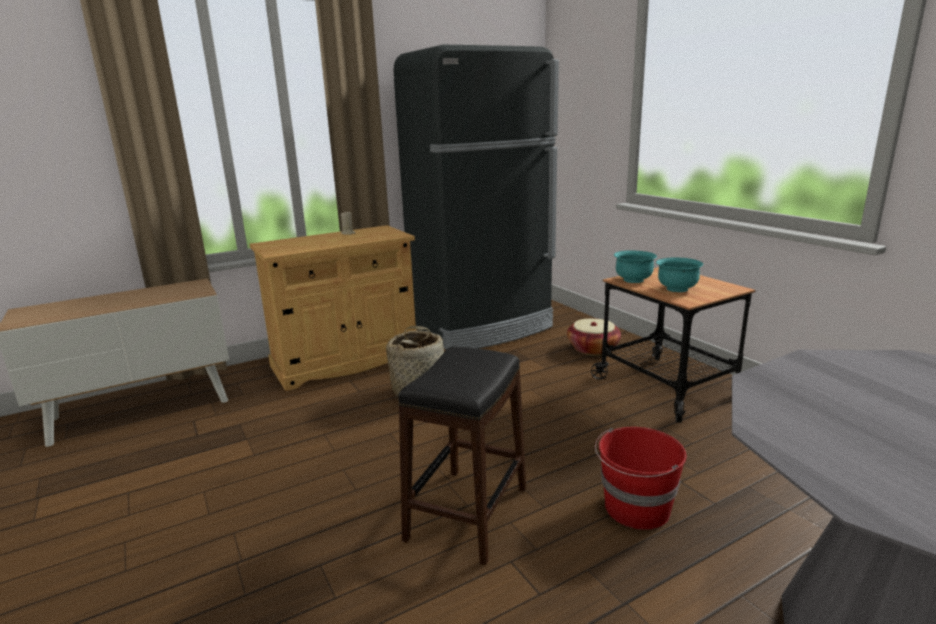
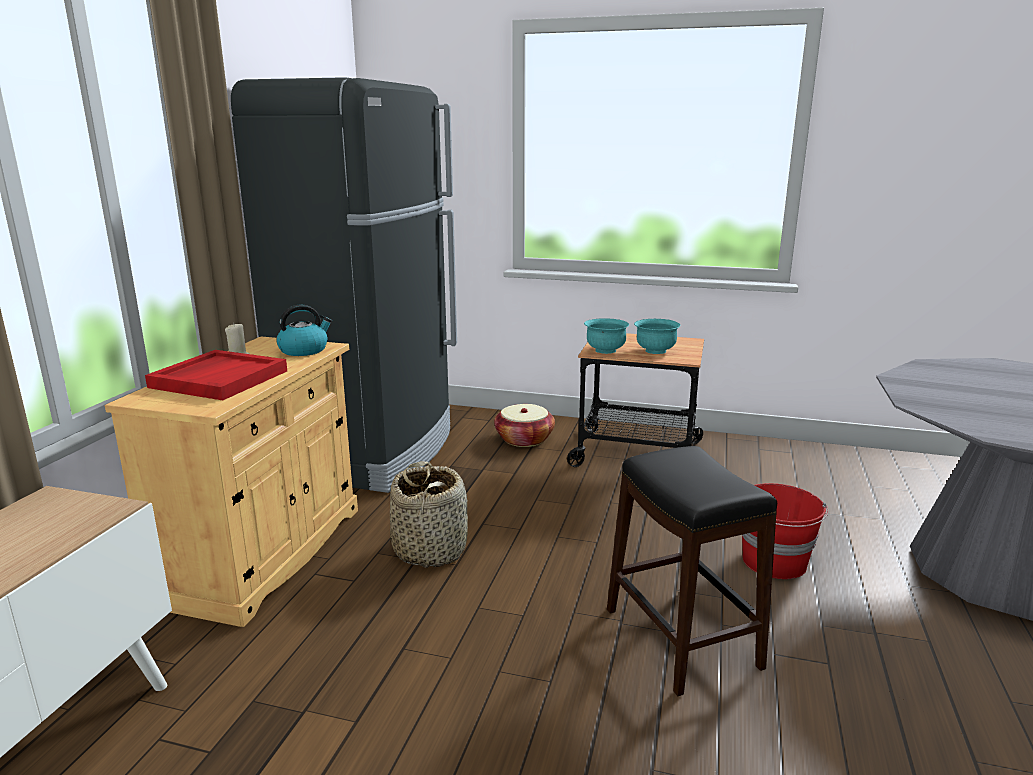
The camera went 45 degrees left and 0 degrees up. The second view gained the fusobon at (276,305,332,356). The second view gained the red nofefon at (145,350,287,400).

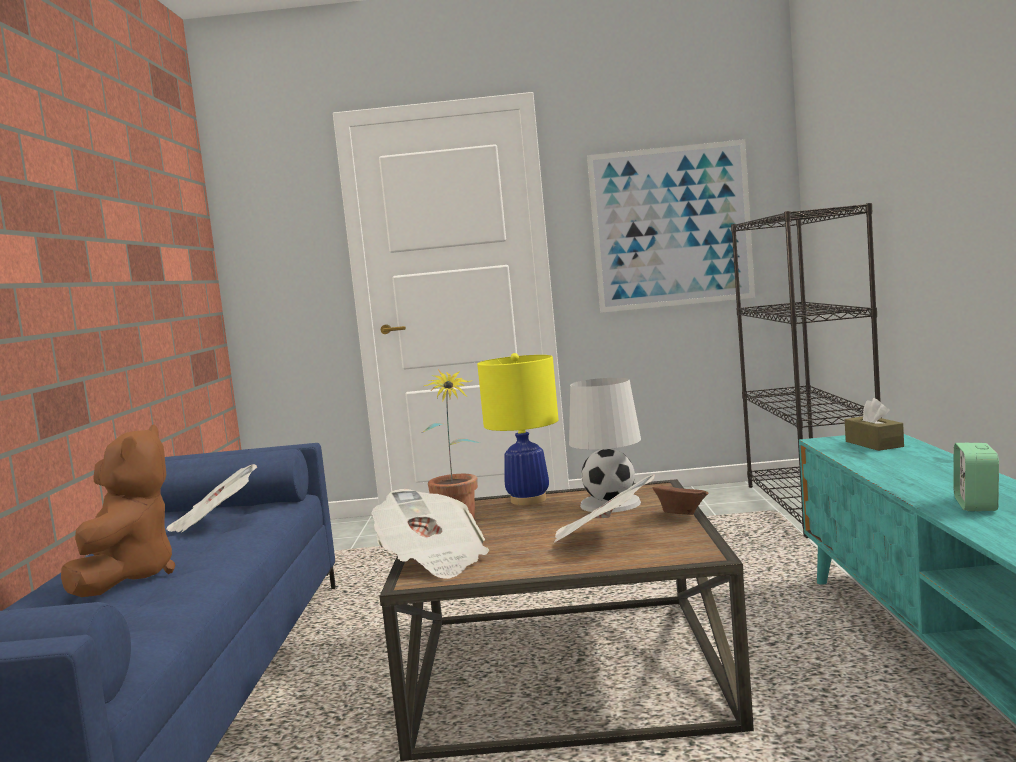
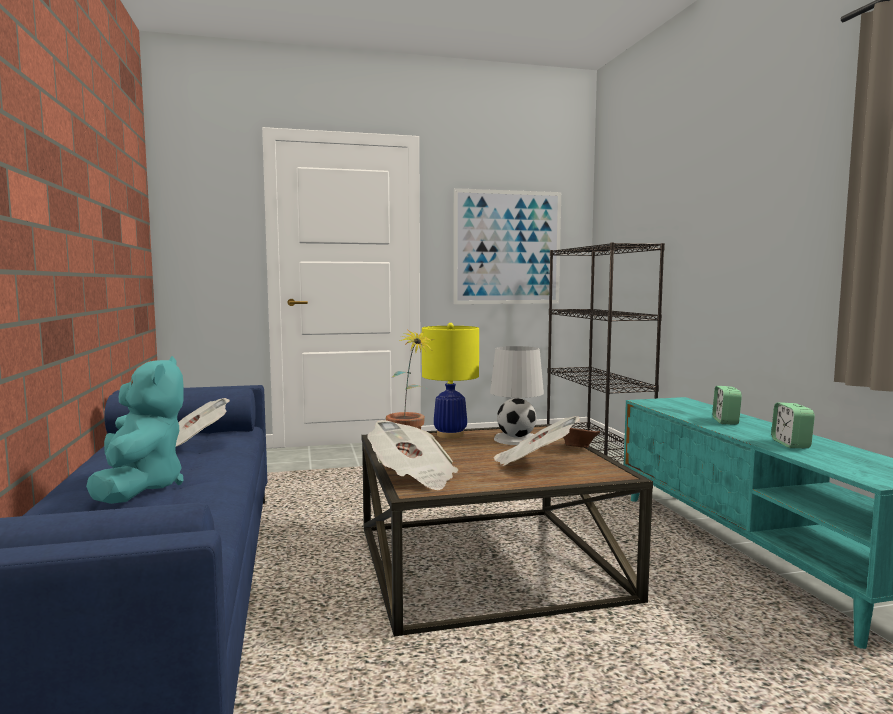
The camera went 15 degrees left and 0 degrees up. The second view lost the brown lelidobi at (845,398,904,451). What was the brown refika at (61,425,175,597) turned into the turquoise refika at (86,356,184,504). The second view gained the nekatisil at (712,386,742,425).

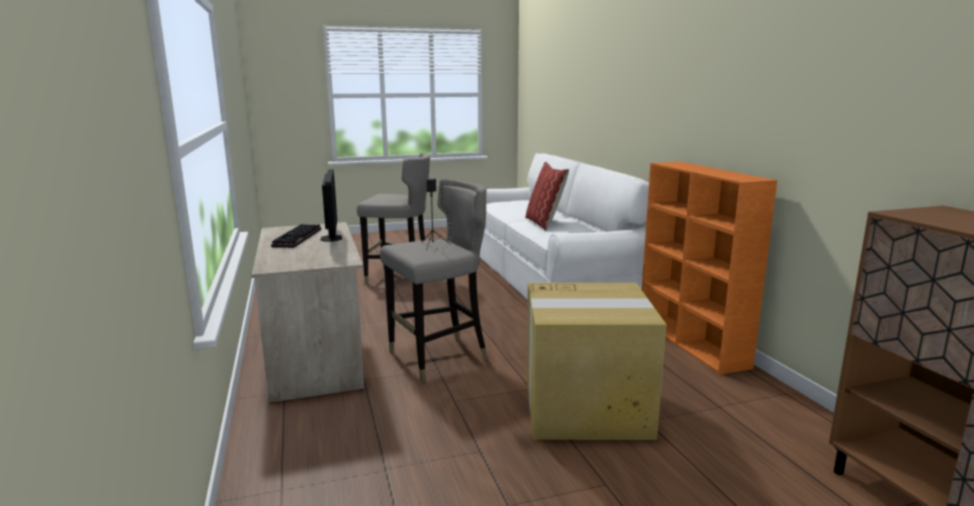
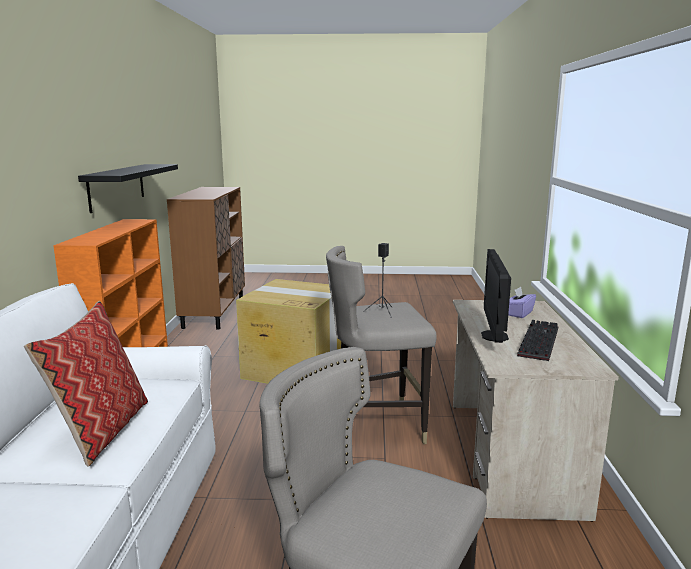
The camera went 160 degrees left and 0 degrees up. The second view gained the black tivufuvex at (78,164,178,213). The second view gained the purple lelidobi at (508,287,536,318).

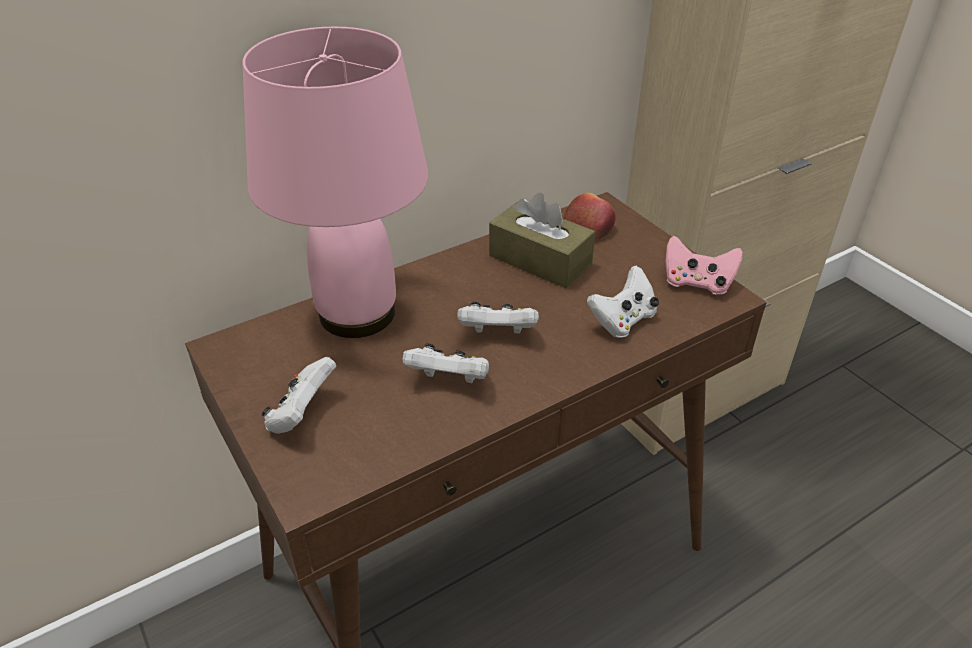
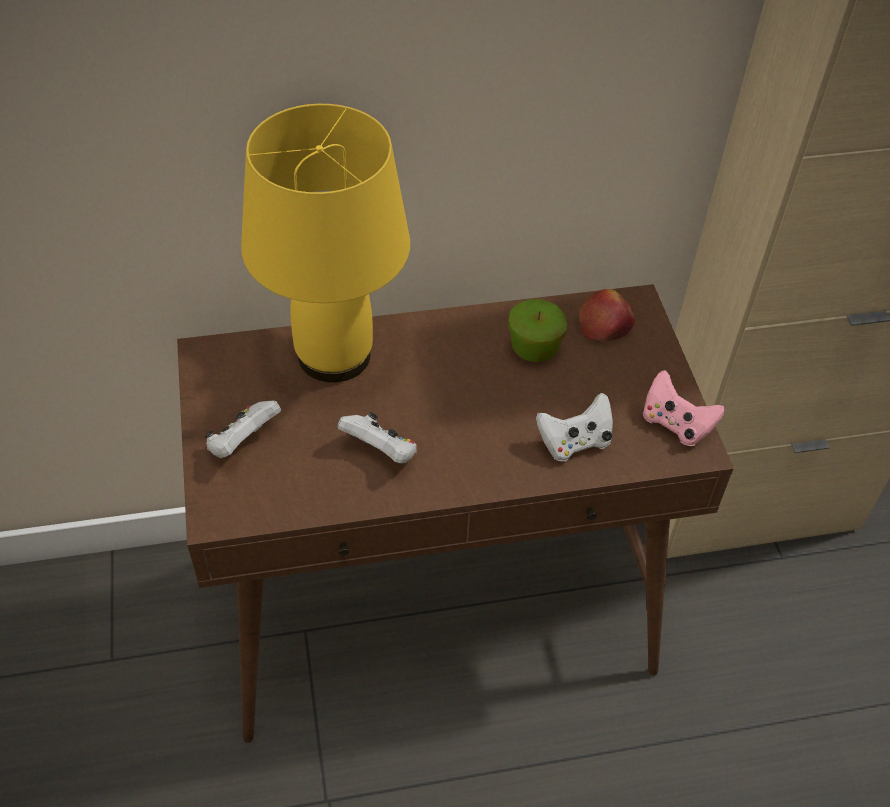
The camera went 20 degrees right and 10 degrees up. What was the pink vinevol at (243,27,428,338) turned into the yellow vinevol at (241,104,410,382). Where the brown lelidobi stood at (489,193,595,288), the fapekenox came to stand at (508,299,567,362). The second view lost the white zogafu at (457,302,539,334).

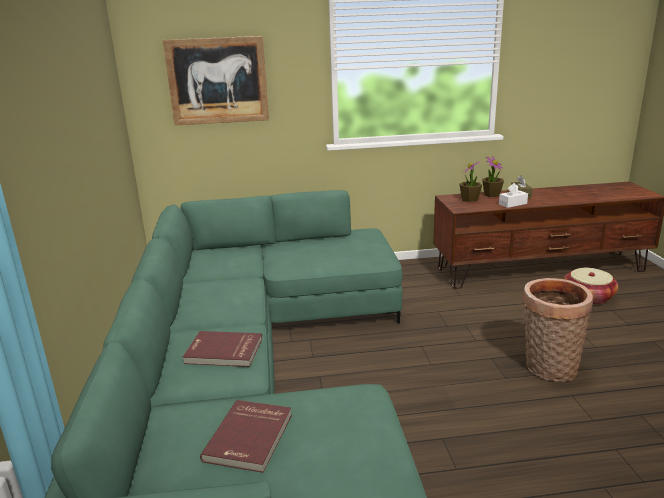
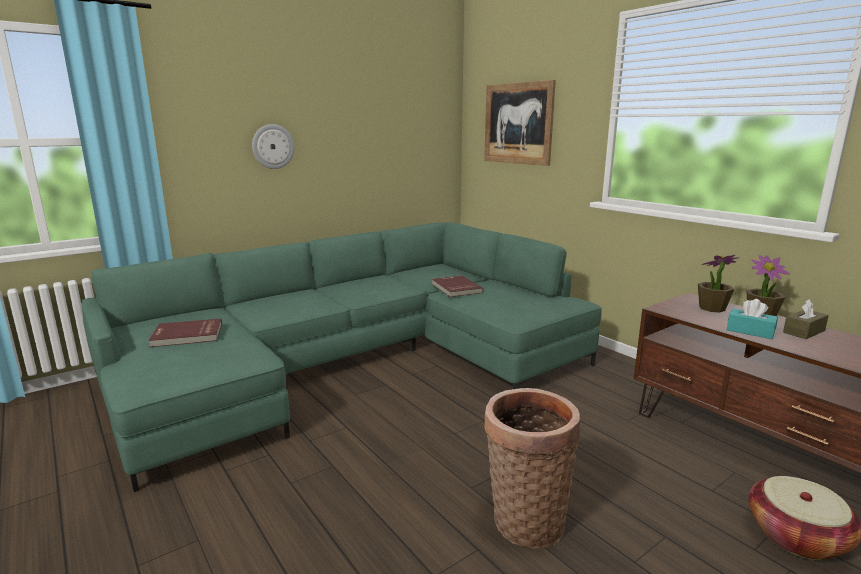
The camera went 60 degrees right and 5 degrees down. What was the white lelidobi at (499,183,528,208) turned into the turquoise lelidobi at (727,299,778,339). The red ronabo ended up elsewhere, having gone from (183,331,262,367) to (432,275,483,297). The second view gained the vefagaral at (252,124,295,169).

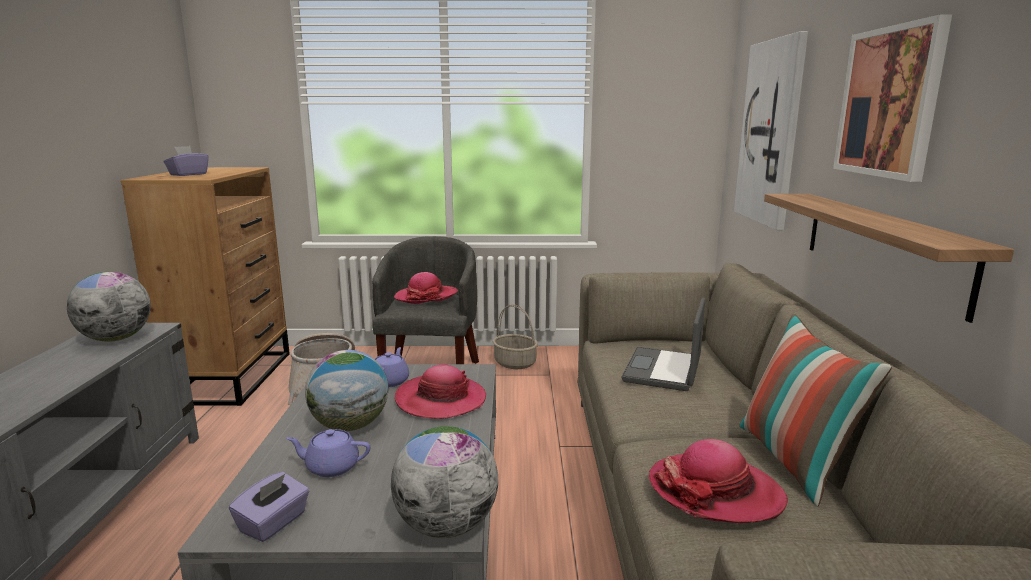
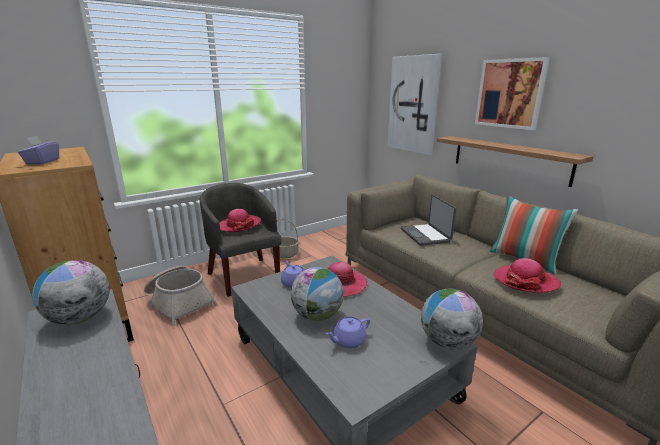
The camera went 35 degrees left and 5 degrees up. The second view lost the purple lelidobi at (229,472,309,542).

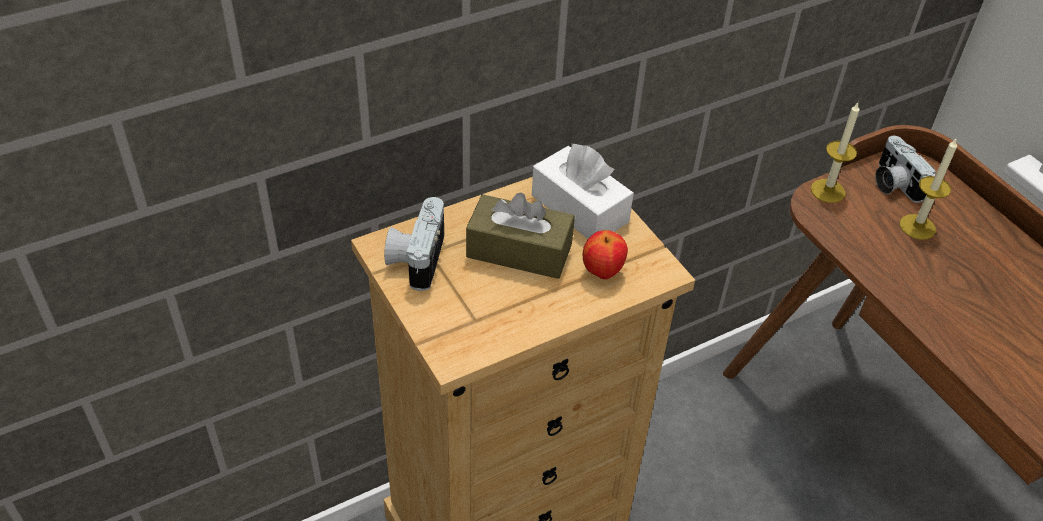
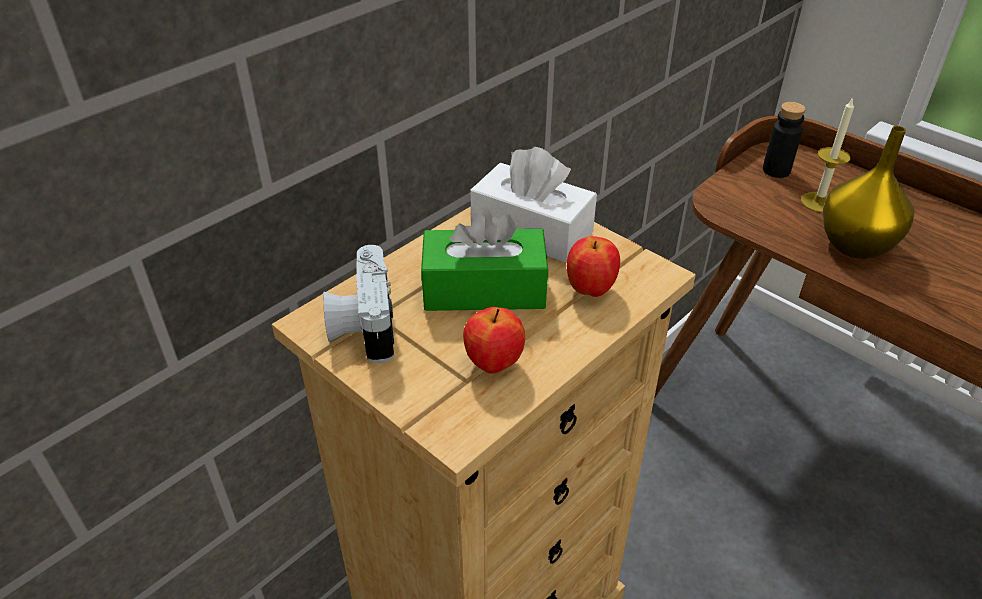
The camera went 15 degrees left and 5 degrees down. The second view lost the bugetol at (811,103,860,203). Where the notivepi stood at (875,136,936,203), the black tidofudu came to stand at (763,102,806,178). What was the brown lelidobi at (466,193,575,279) turned into the green lelidobi at (421,208,548,311). The second view gained the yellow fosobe at (823,126,915,259). The second view gained the fapekenox at (463,307,525,374).

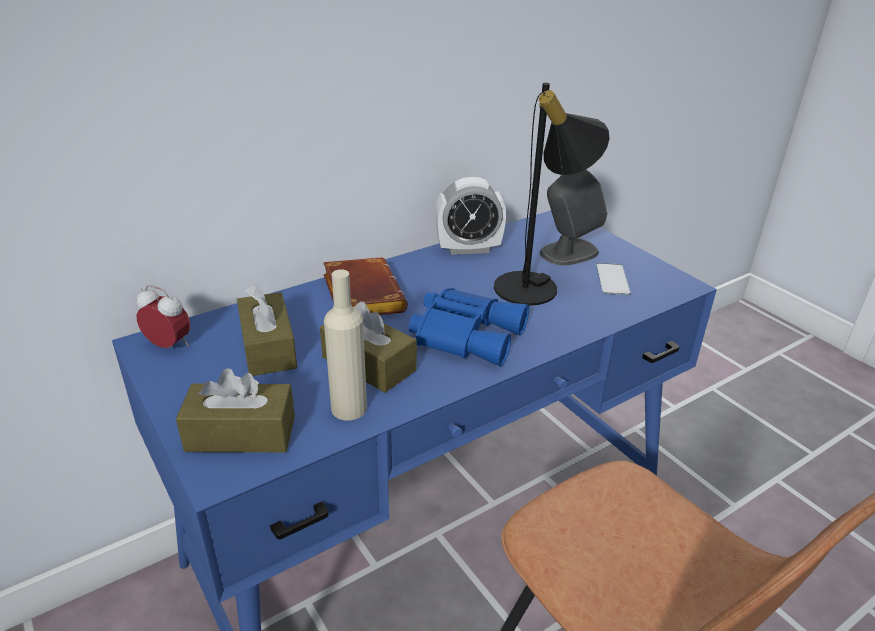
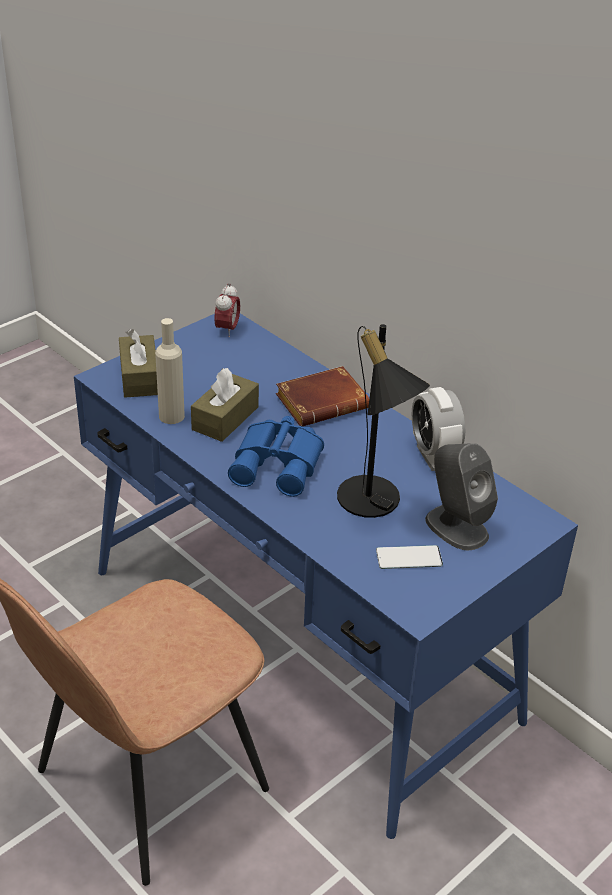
The camera went 80 degrees right and 5 degrees up. The second view lost the brown lelidobi at (237,285,297,376).

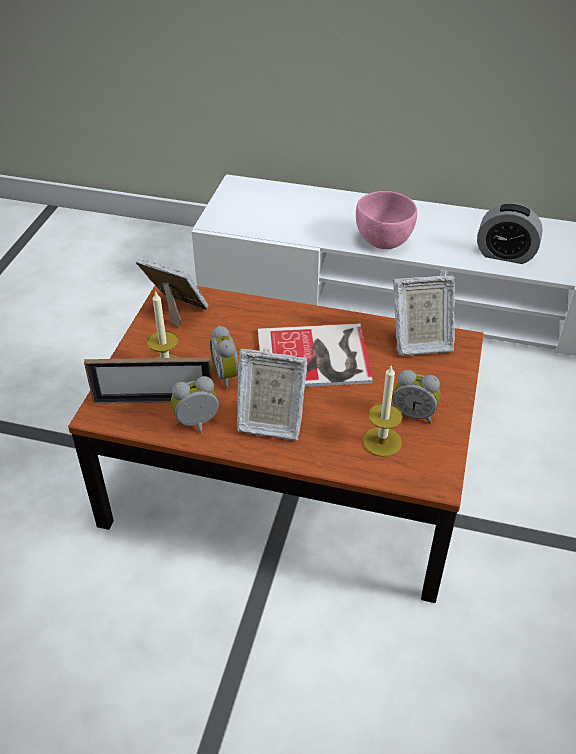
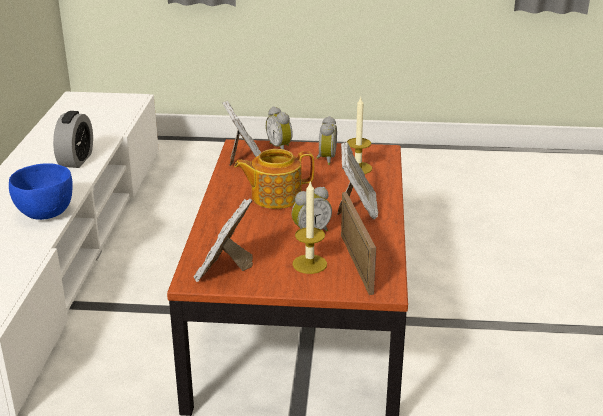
The camera went 100 degrees left and 15 degrees down. What was the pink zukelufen at (356,191,417,249) turned into the blue zukelufen at (9,163,73,220). Where the ronabo stood at (258,323,373,387), the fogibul came to stand at (234,149,314,209). The nekatisil ended up elsewhere, having gone from (171,376,219,433) to (266,106,293,149).

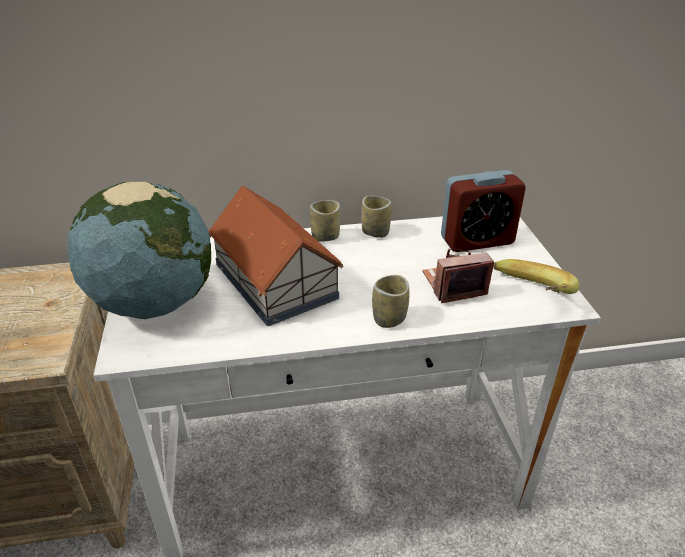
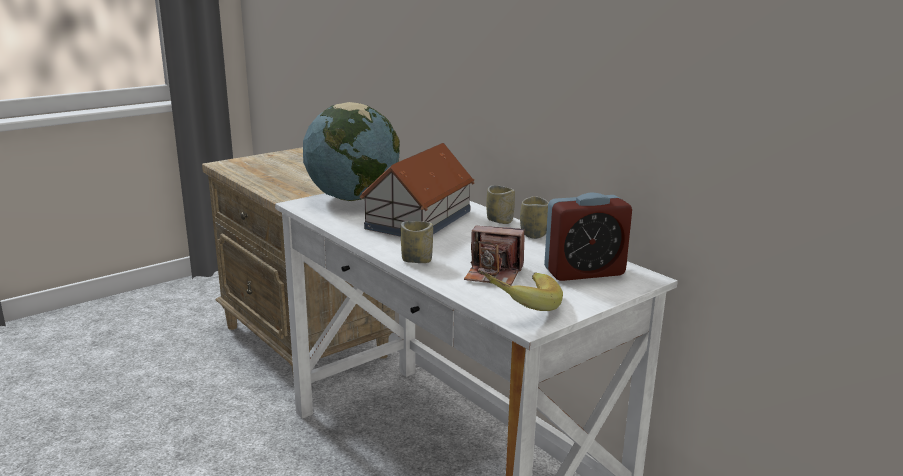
The camera went 60 degrees right and 15 degrees down. The nekatisil at (441,170,526,252) ended up facing another way, 60 degrees counterclockwise from before. The notivepi at (422,249,494,303) ended up facing another way, 150 degrees clockwise from before.

